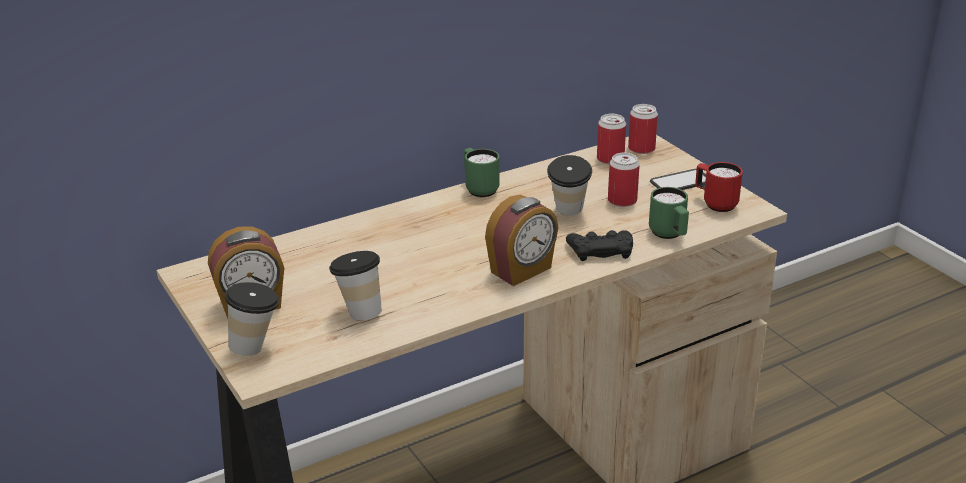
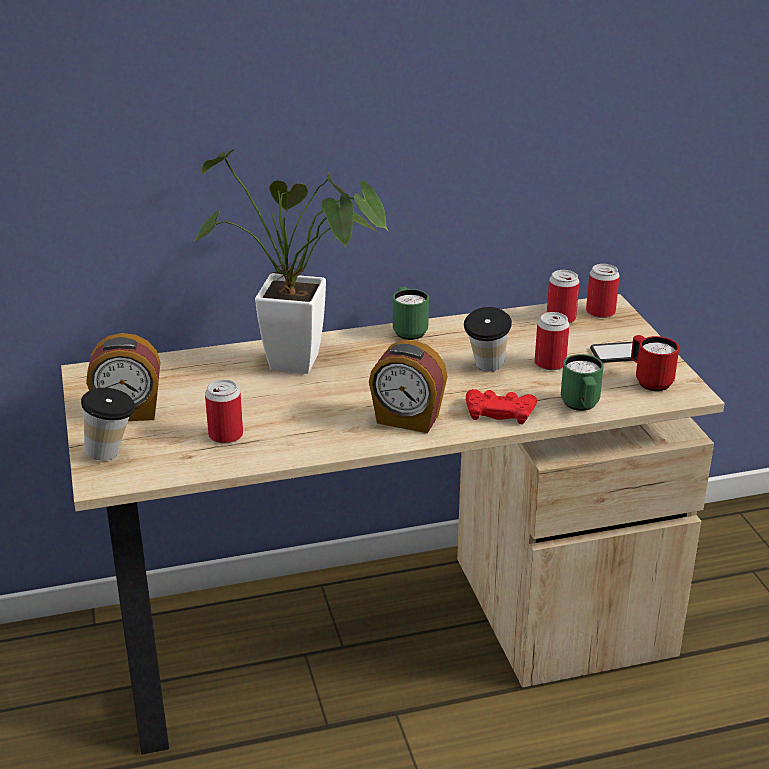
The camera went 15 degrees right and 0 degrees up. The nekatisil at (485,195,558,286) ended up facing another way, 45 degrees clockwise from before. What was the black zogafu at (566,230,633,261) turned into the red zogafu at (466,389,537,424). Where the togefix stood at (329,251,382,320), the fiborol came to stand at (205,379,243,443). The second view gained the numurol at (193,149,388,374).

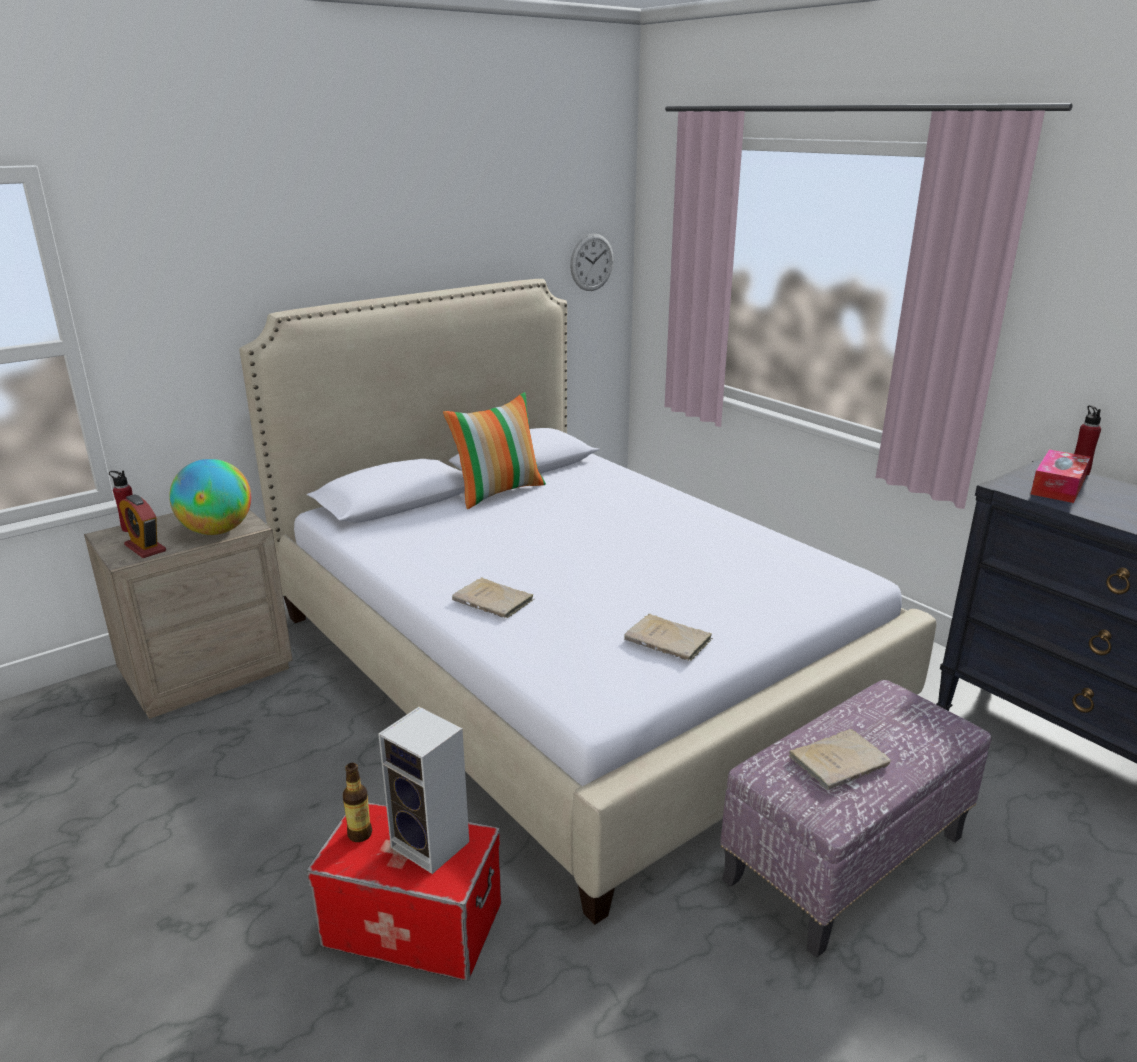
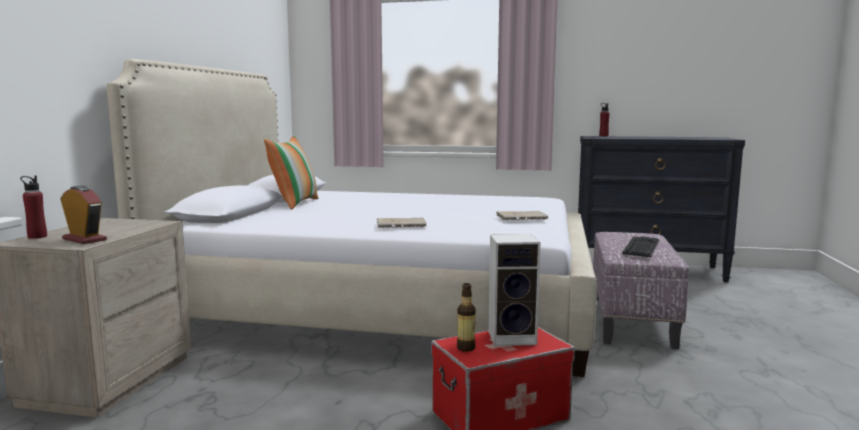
The camera went 40 degrees left and 15 degrees down. The second view lost the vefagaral at (570,233,614,291). The second view lost the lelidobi at (1031,449,1091,503). The second view lost the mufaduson at (169,459,251,535). The nekatisil at (119,495,166,558) ended up facing another way, 150 degrees counterclockwise from before. Where the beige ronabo stood at (789,729,891,790), the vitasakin came to stand at (622,236,659,257).

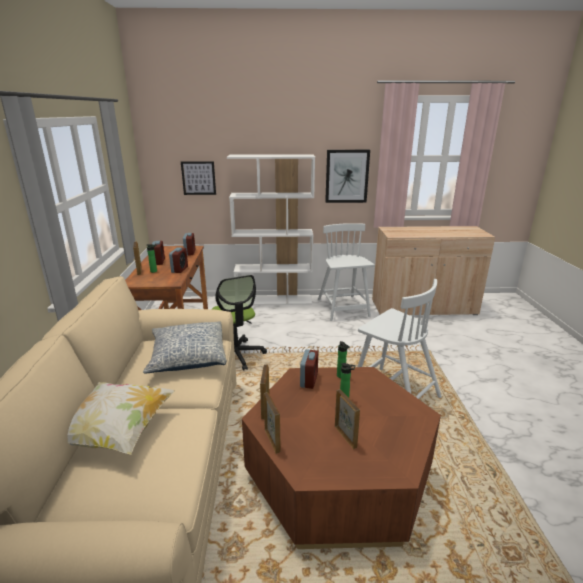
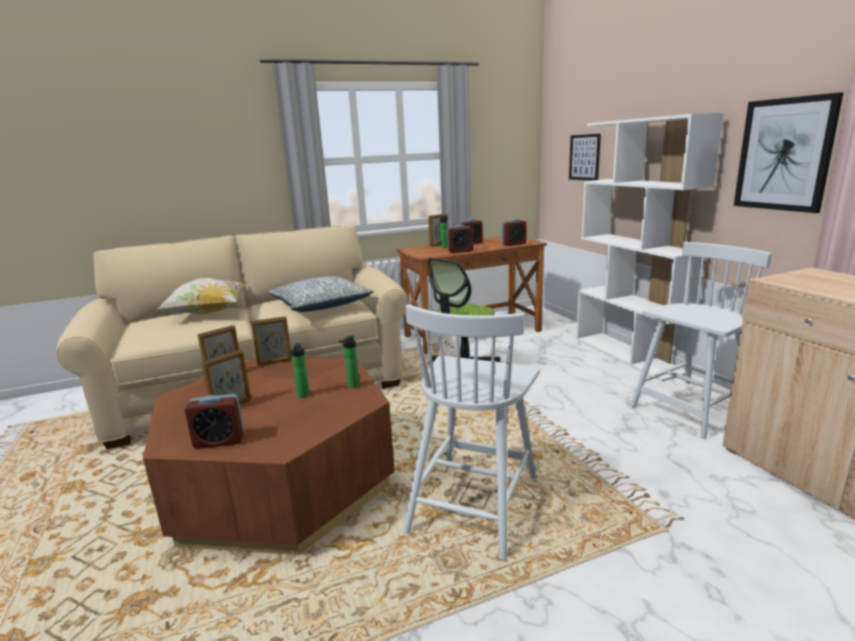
The camera went 70 degrees right and 5 degrees down. The nekatisil ended up elsewhere, having gone from (300,349,318,389) to (185,394,244,449).

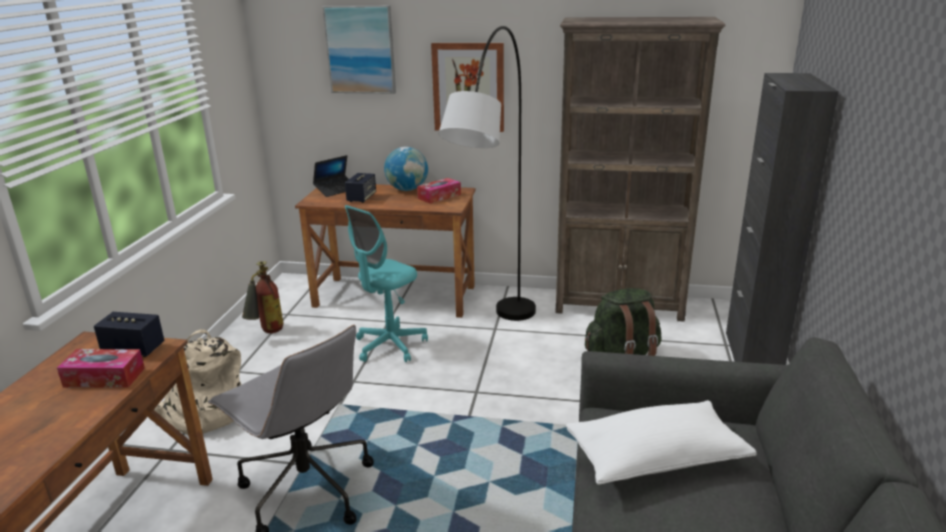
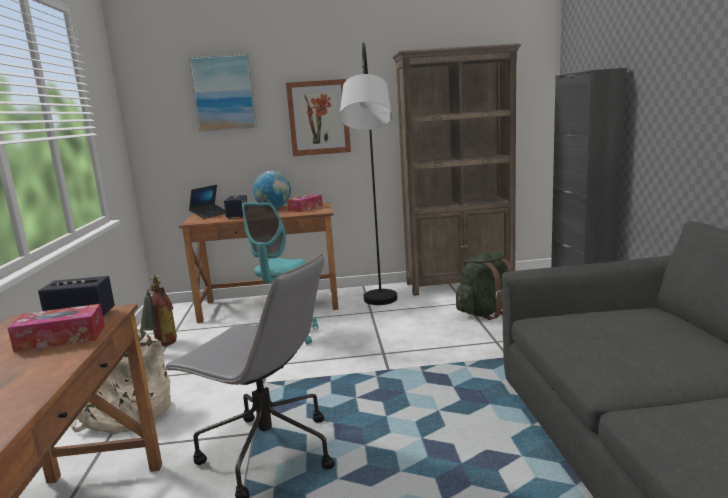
The camera went 15 degrees left and 10 degrees down. The second view lost the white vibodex at (566,400,757,485).

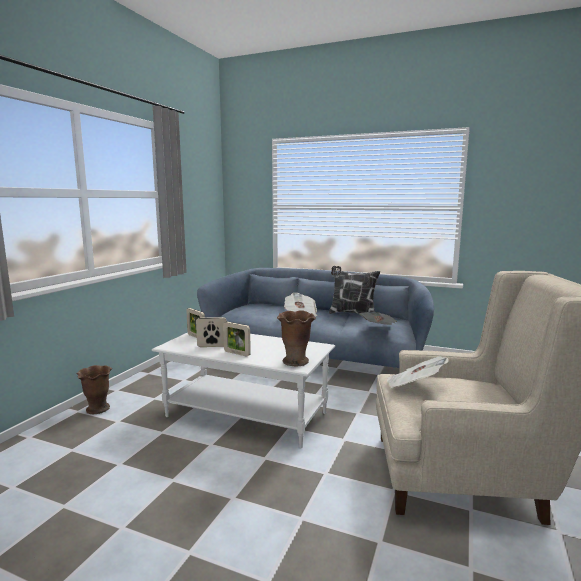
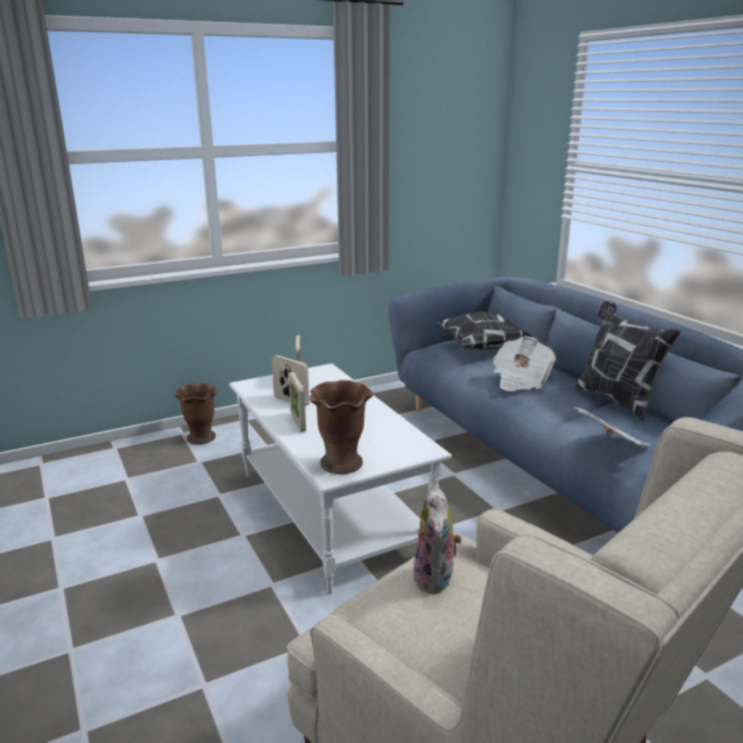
The camera went 40 degrees right and 10 degrees up. Where the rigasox stood at (387,356,449,388), the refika came to stand at (413,486,462,594). The second view gained the vibodex at (436,311,533,350).

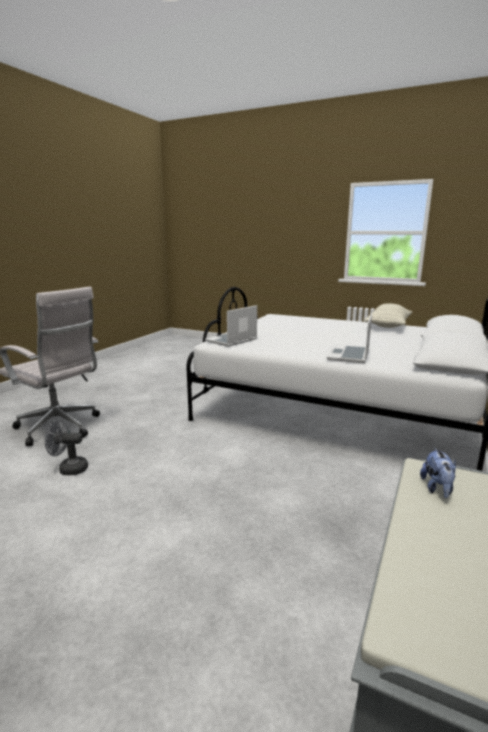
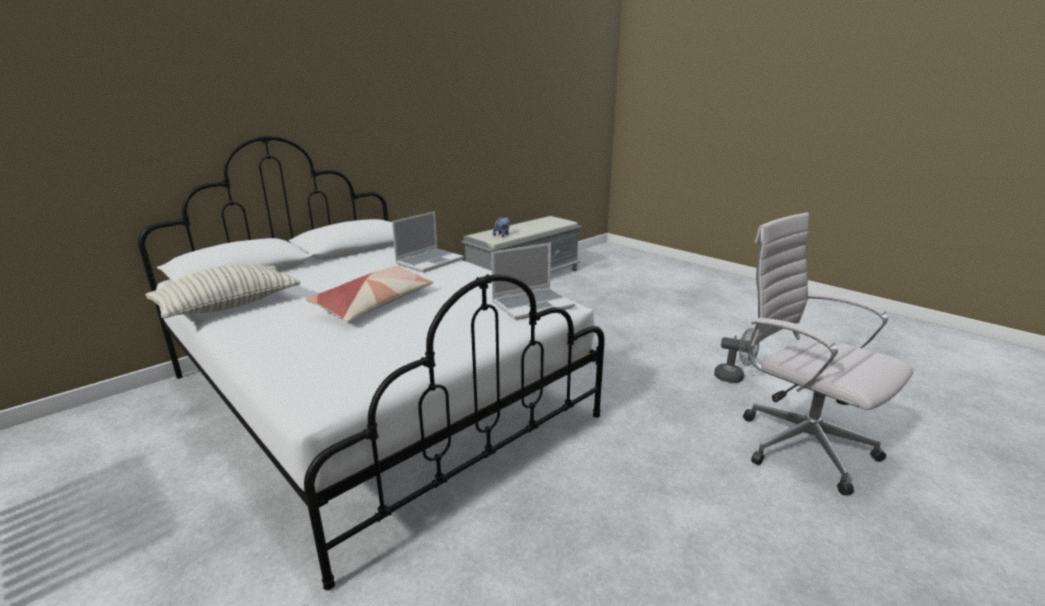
The camera went 160 degrees left and 5 degrees up. The second view gained the vibodex at (306,266,433,322).

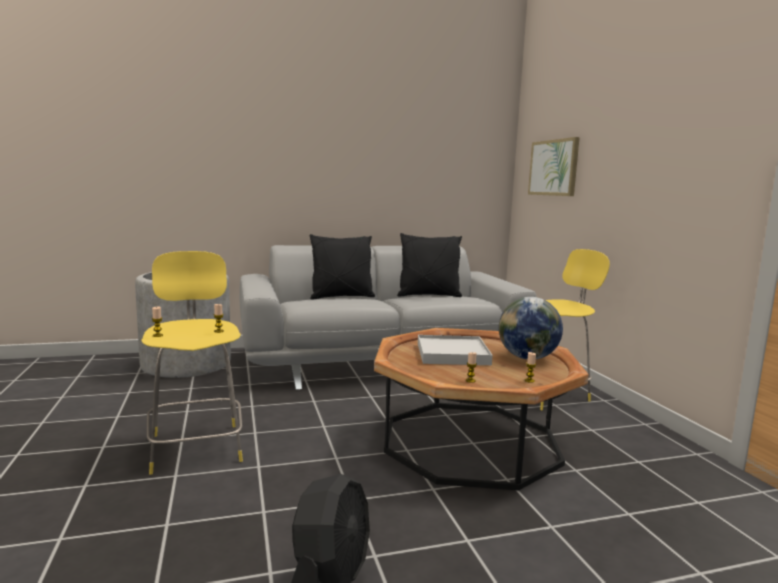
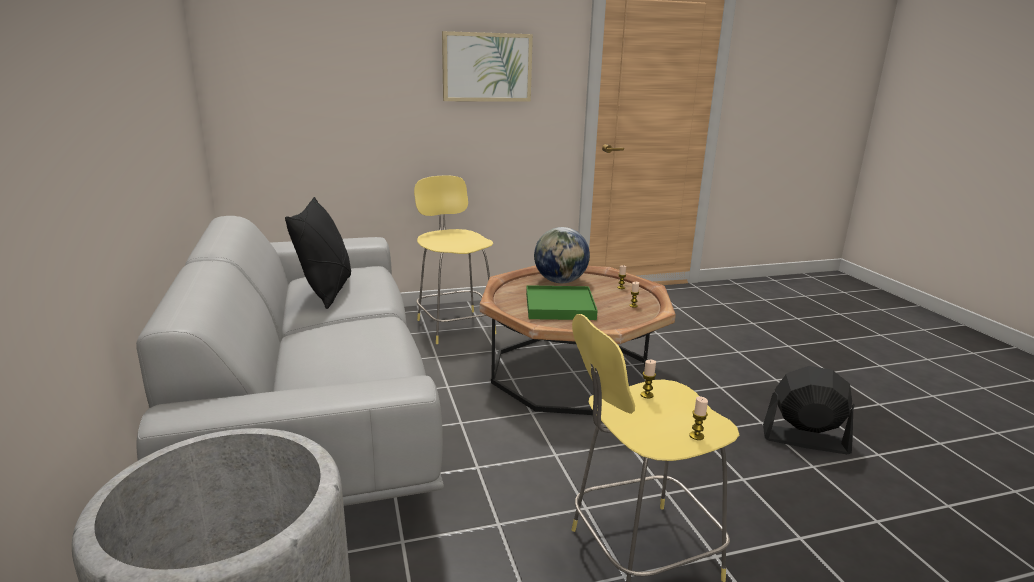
The camera went 90 degrees left and 10 degrees up. The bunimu ended up elsewhere, having gone from (528,137,580,196) to (442,31,533,102). The second view lost the black vibodex at (310,234,375,300). What was the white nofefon at (418,335,493,365) turned into the green nofefon at (526,285,598,320).

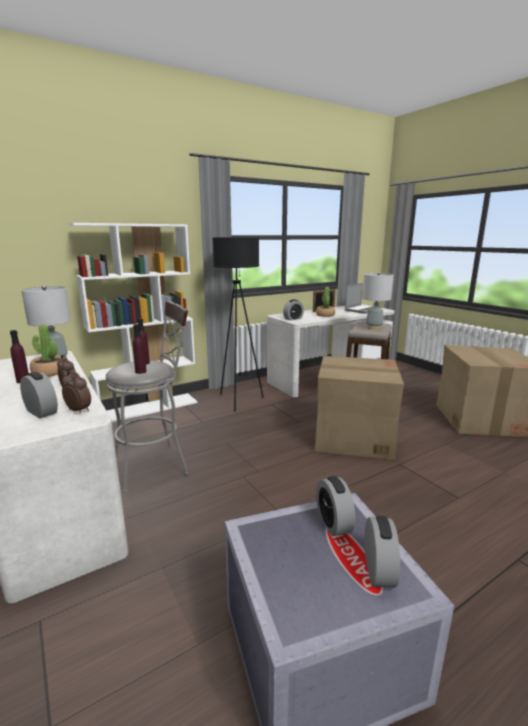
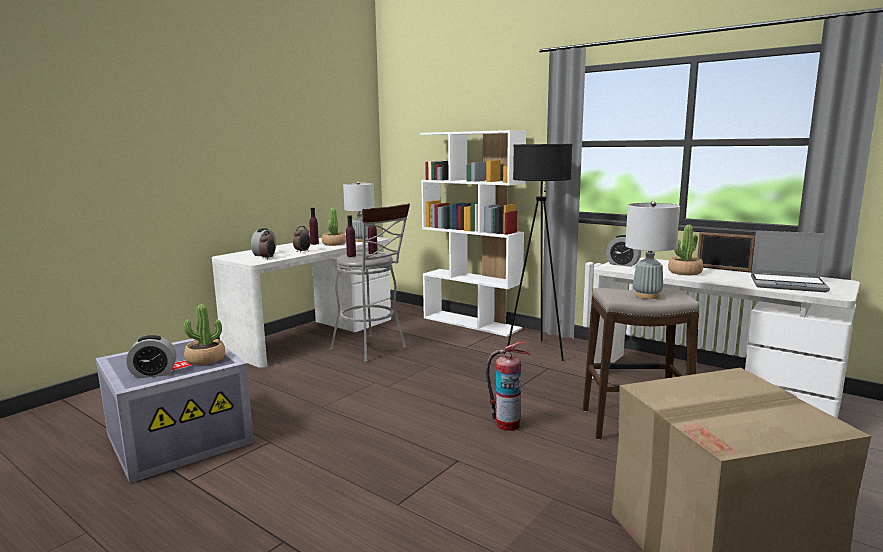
The camera went 70 degrees right and 5 degrees down. Where the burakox stood at (315,356,404,460), the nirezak came to stand at (486,341,530,431). Where the nekatisil stood at (316,476,356,536), the numurol came to stand at (184,304,225,365).

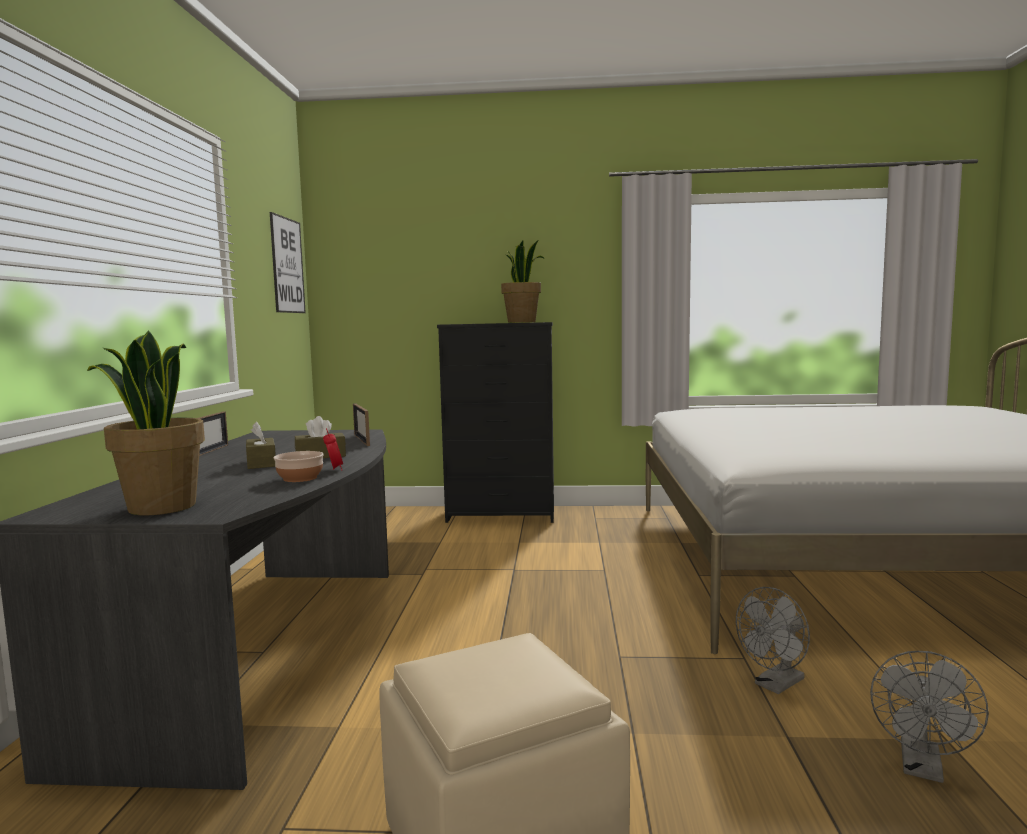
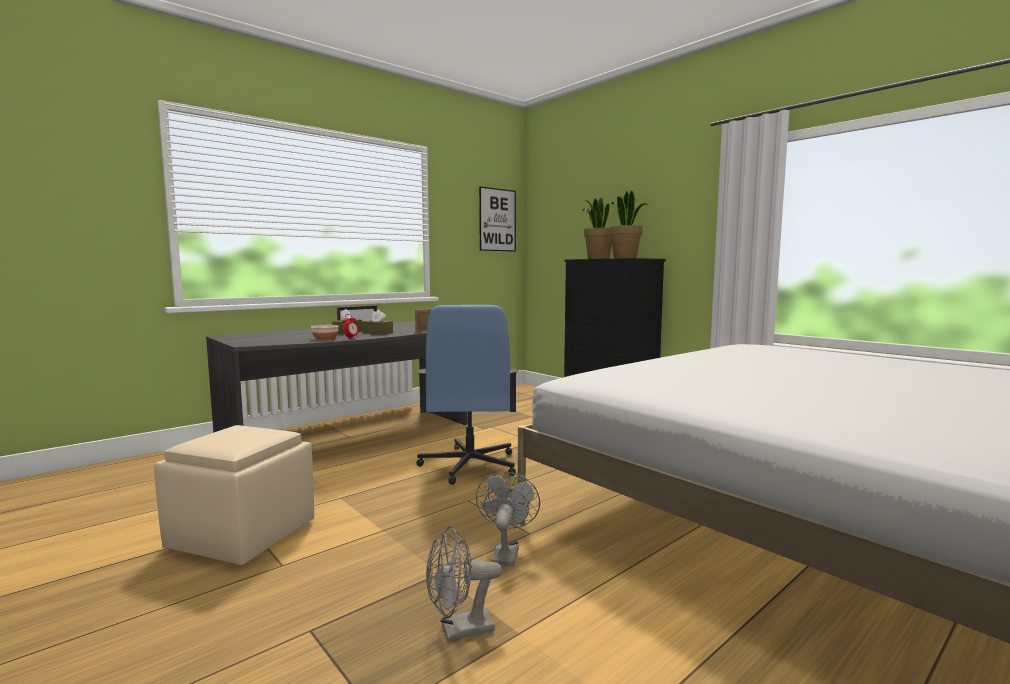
The camera went 45 degrees right and 0 degrees up. The numurol ended up elsewhere, having gone from (87,330,205,516) to (582,197,614,259). The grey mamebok at (736,587,810,694) ended up facing another way, 90 degrees clockwise from before. The second view gained the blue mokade at (416,305,518,485).

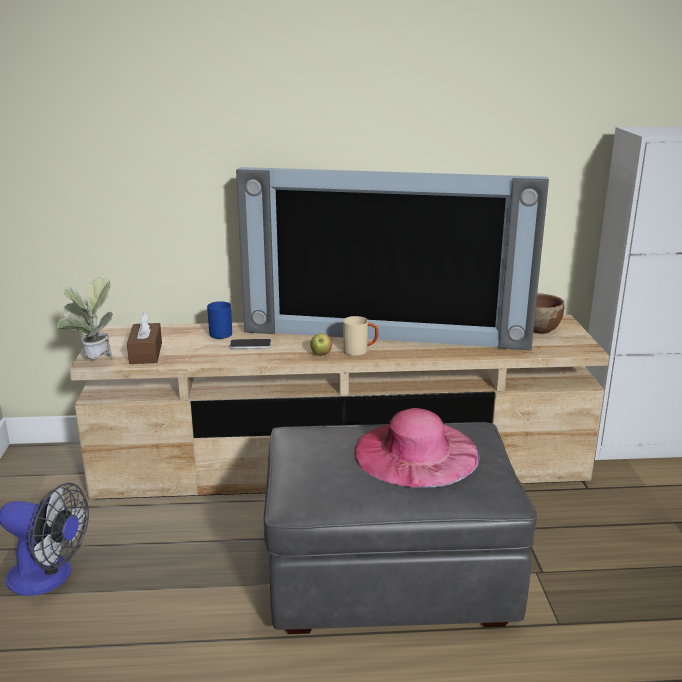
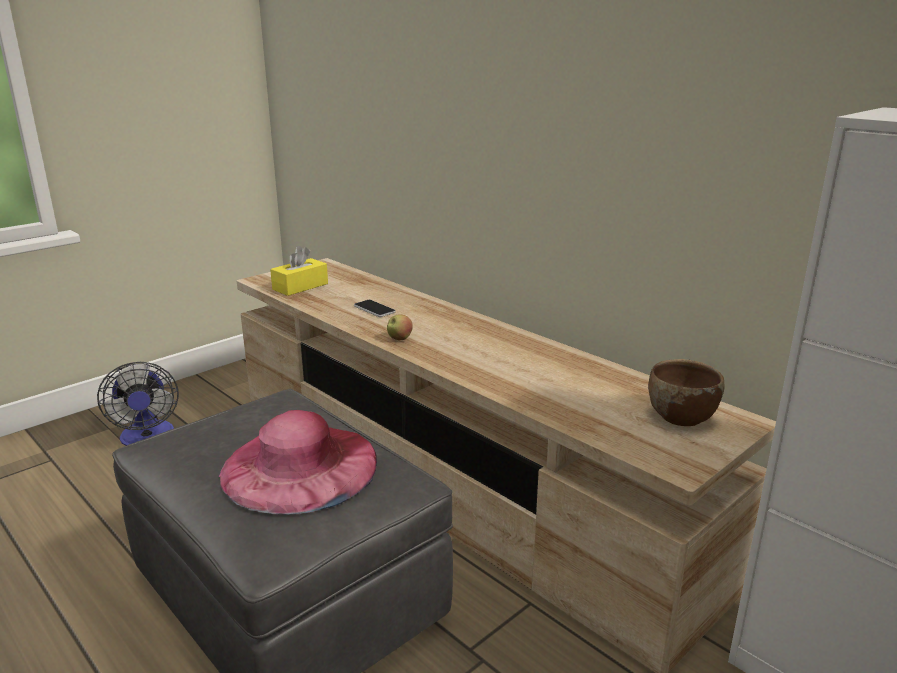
The camera went 50 degrees right and 0 degrees up. The second view lost the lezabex at (236,167,549,351). The second view lost the numurol at (57,277,113,359). The second view lost the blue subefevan at (207,301,232,339). What was the brown lelidobi at (127,312,162,364) turned into the yellow lelidobi at (270,246,328,296). The second view lost the beige subefevan at (343,316,378,356).

